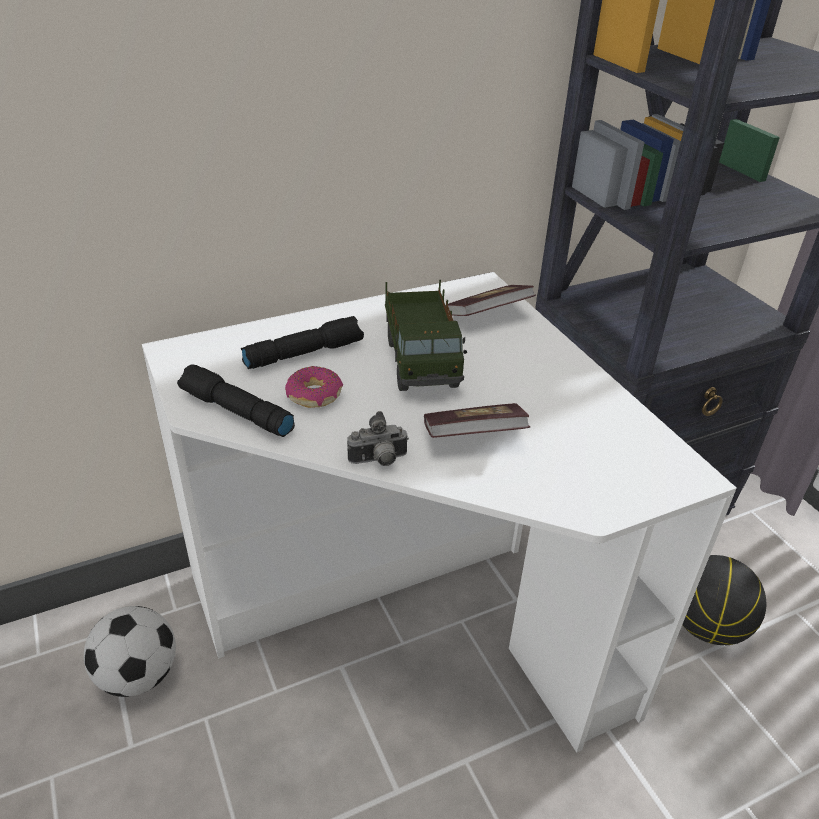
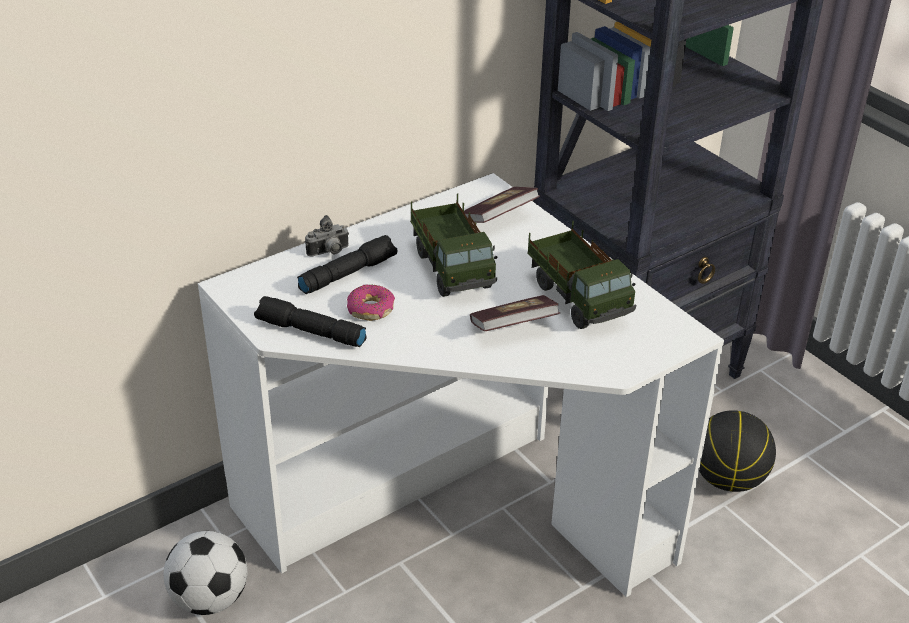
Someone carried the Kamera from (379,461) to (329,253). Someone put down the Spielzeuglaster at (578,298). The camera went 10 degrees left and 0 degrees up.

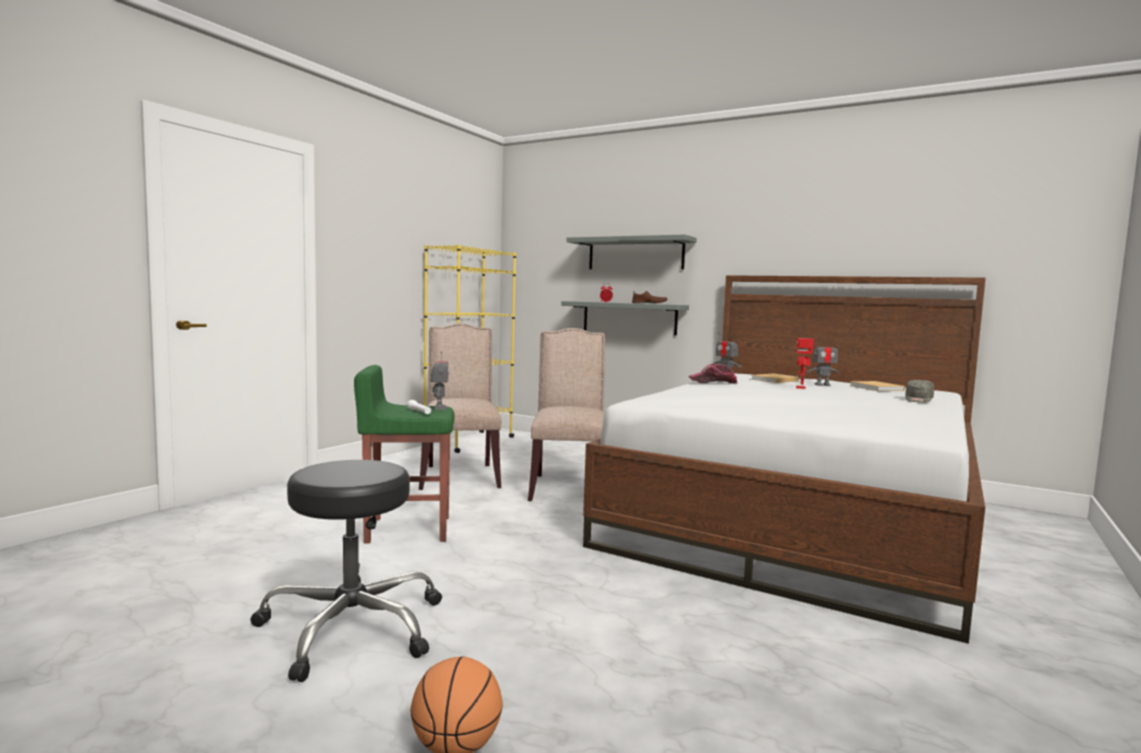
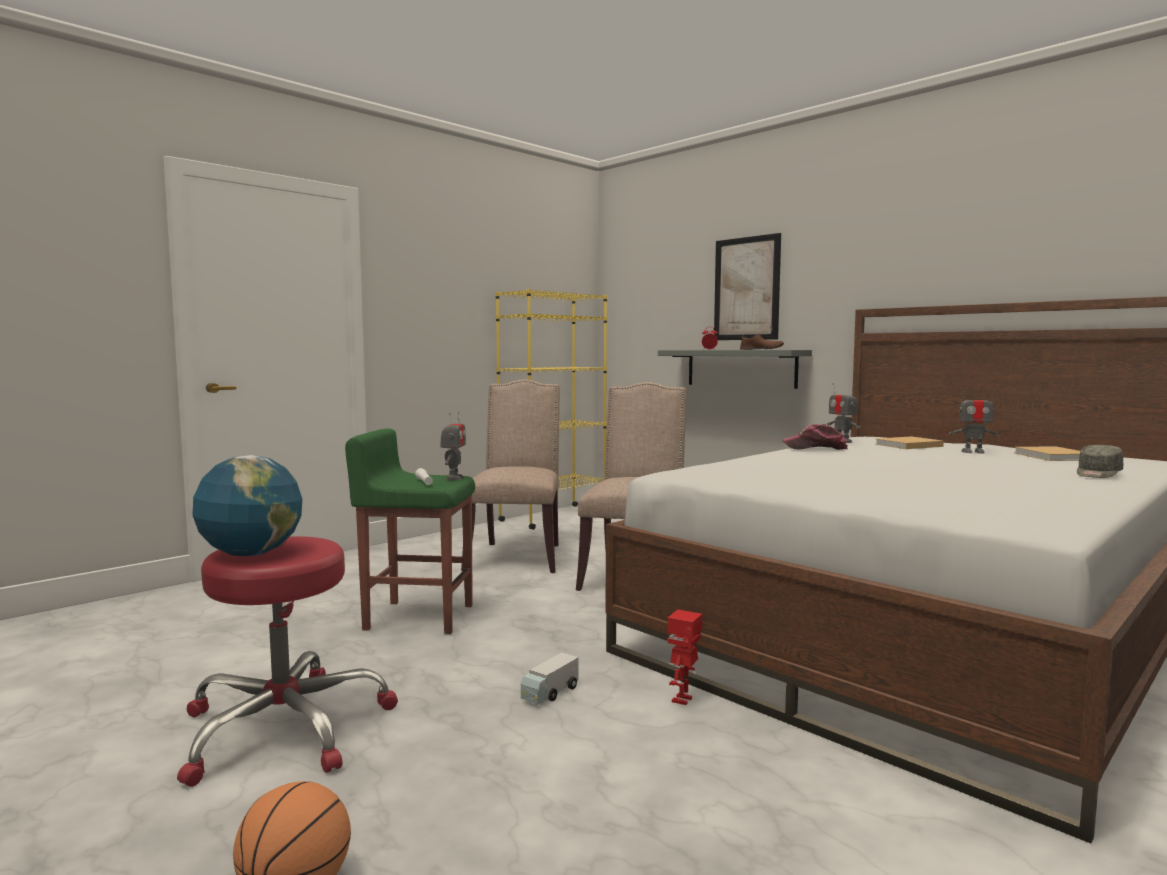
Someone repainted the Hocker [schwarz] at (353,627), which became the Hocker [rot] at (285,728). Someone swapped the Wandregal [grau] at (635,254) for the Bild at (746,289). Someone carried the Spielzeugroboter from (801,388) to (683,700). Someone put down the Globus at (251,554). Someone put down the Spielzeuglaster at (550,693). The camera went 15 degrees right and 0 degrees up.

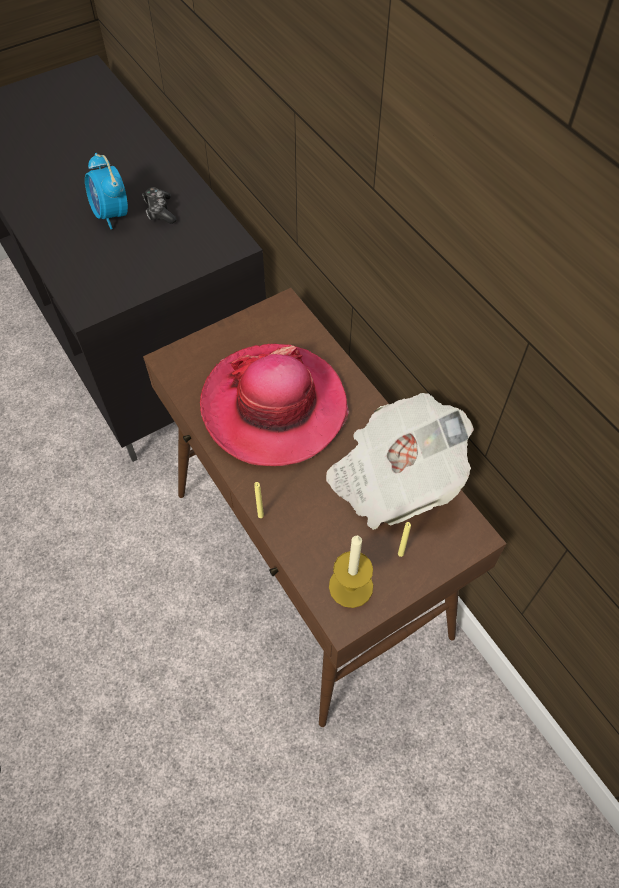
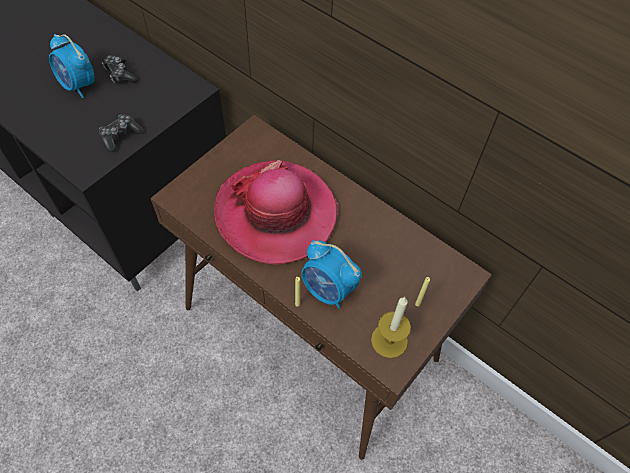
Someone took away the Zeitung at (393,478). Someone put down the Gamepad at (120,136). Someone put down the Wecker at (328,290). The camera went 20 degrees left and 0 degrees up.

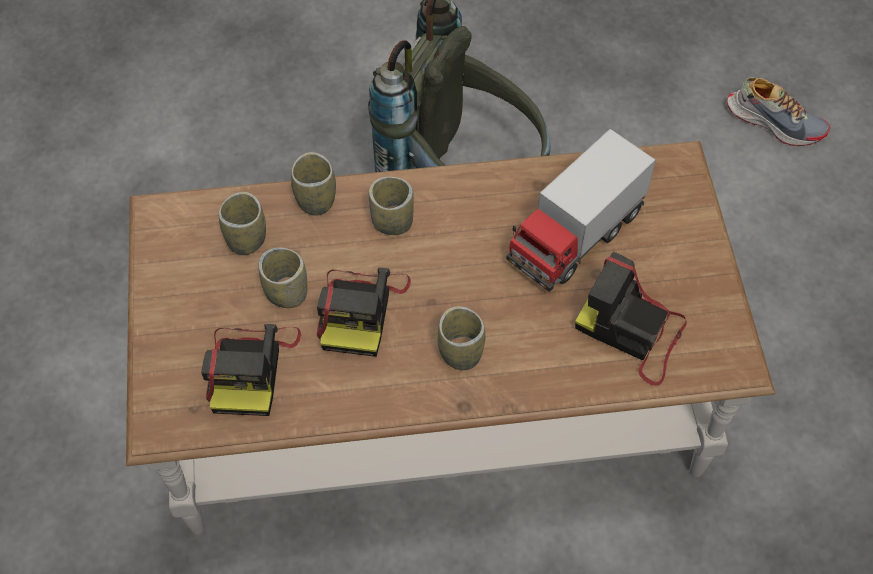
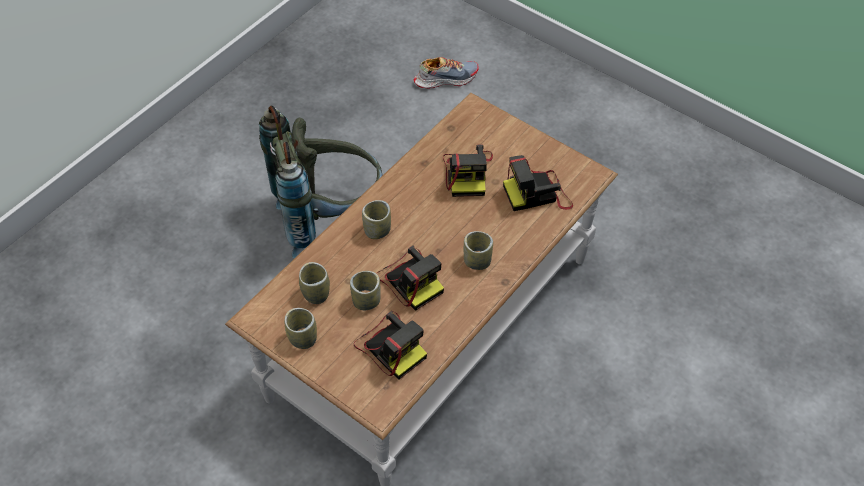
Someone carried the Tasse from (316,200) to (303,338). Someone swapped the Spielzeuglaster at (575,237) for the Kamera at (467,173). The camera went 45 degrees left and 5 degrees down.

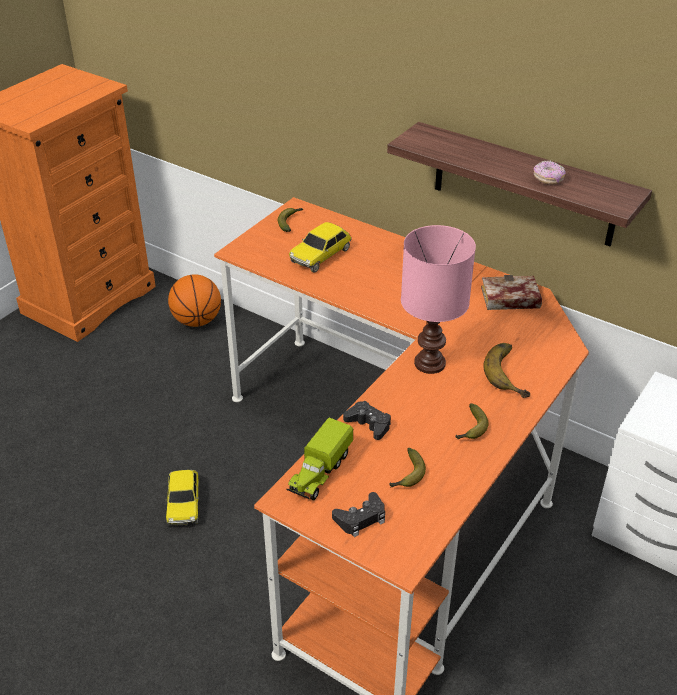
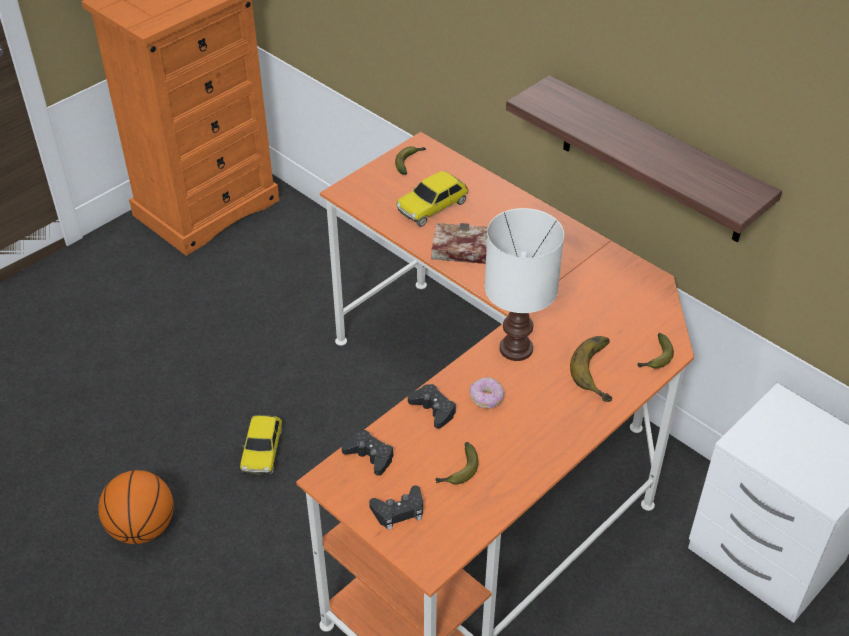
Someone carried the Basketball from (197,321) to (142,528). Someone swapped the Spielzeuglaster at (319,472) for the Gamepad [schwarz] at (370,456). Someone repainted the Tischlampe [rosa] at (431,363), which became the Tischlampe [weiß] at (517,348). Someone carried the Banane from (471,429) to (655,358). Someone carried the Buch from (508,299) to (459,250). Someone carried the Donut from (548,179) to (486,398). The camera went 10 degrees right and 5 degrees up.

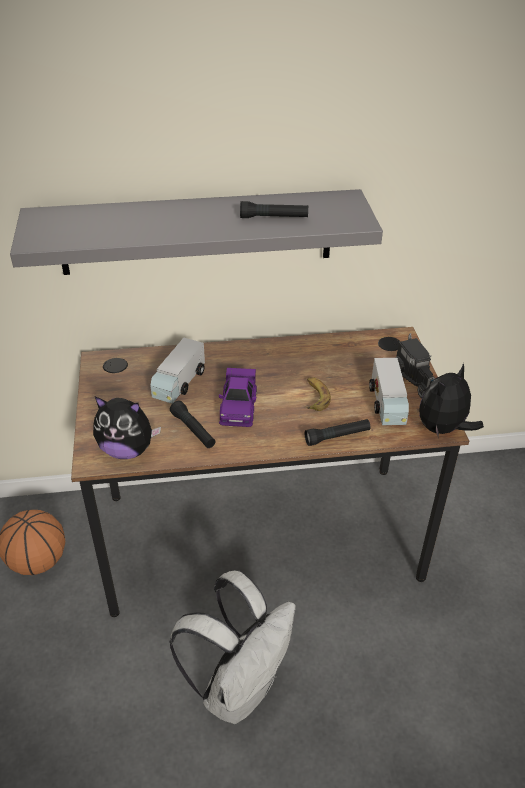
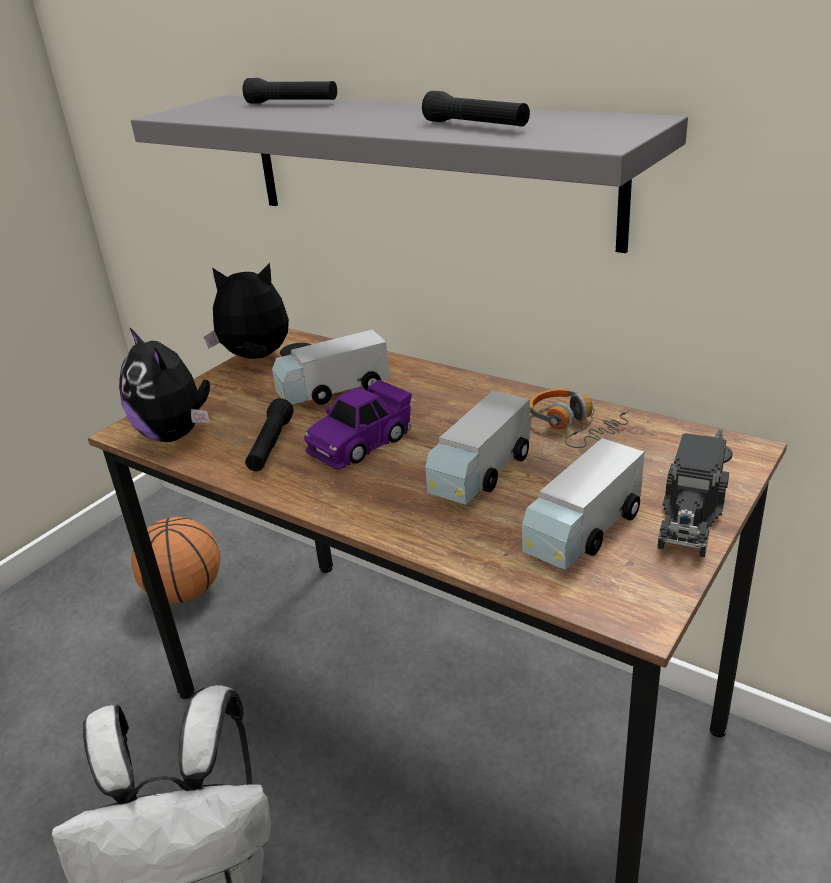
Someone carried the Taschenlampe [schwarz] from (337,437) to (292,103). Someone swapped the Banane at (315,397) for the Spielzeuglaster at (480,473). Someone carried the Plüschtier from (443,429) to (256,358). Someone put down the Kopfhörer at (573,427). The camera went 45 degrees right and 10 degrees down.

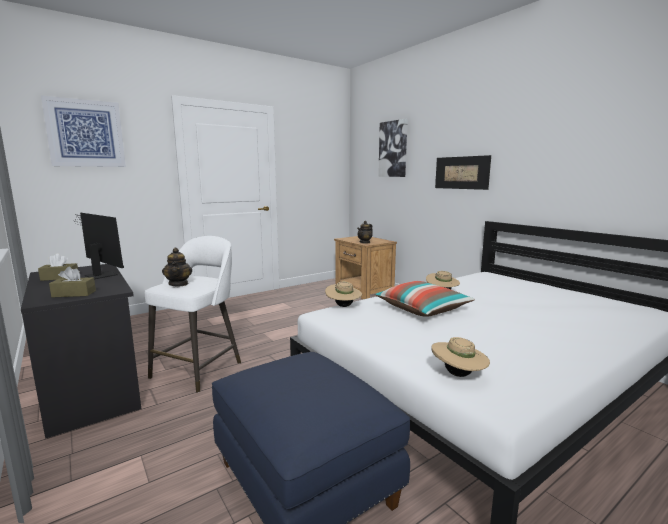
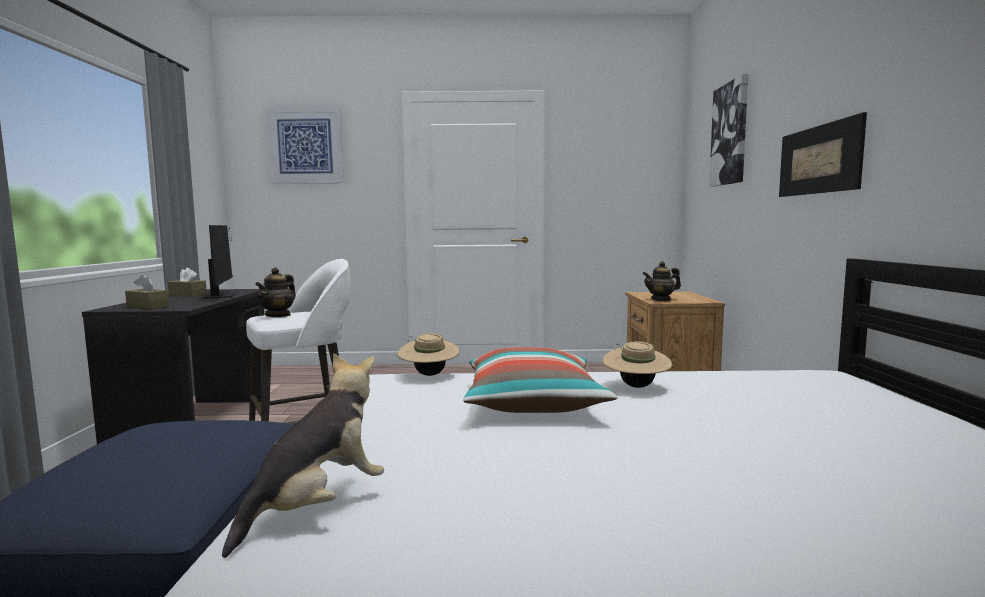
Someone swapped the Hut [beige] at (458,375) for the Plüschtier at (317,506). The camera went 35 degrees right and 5 degrees down.

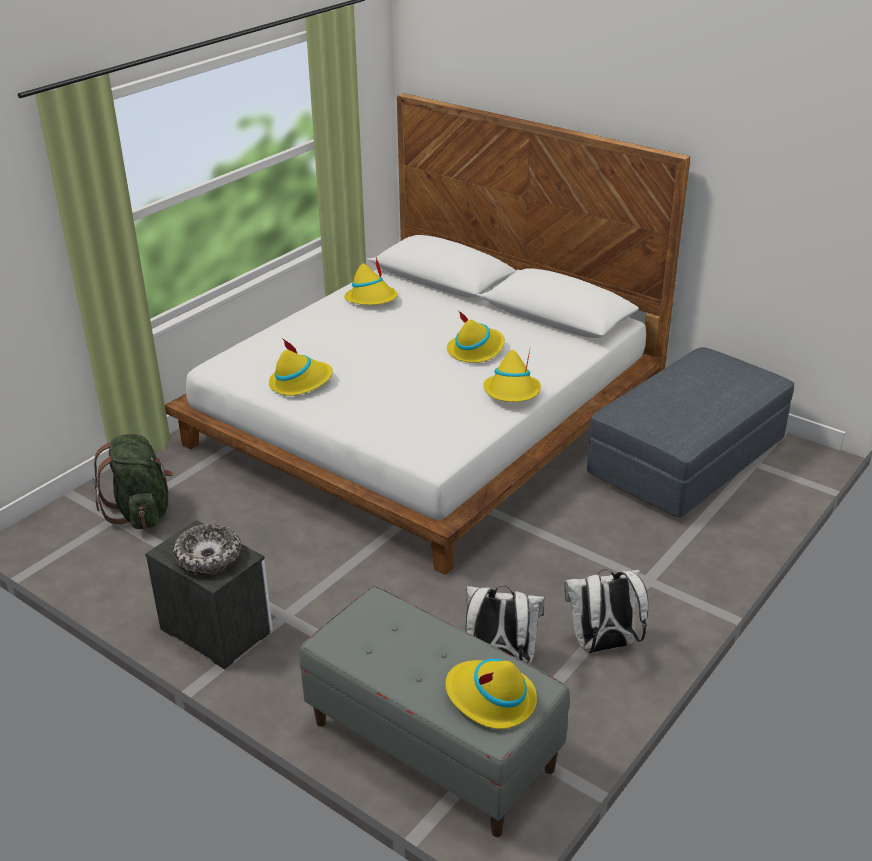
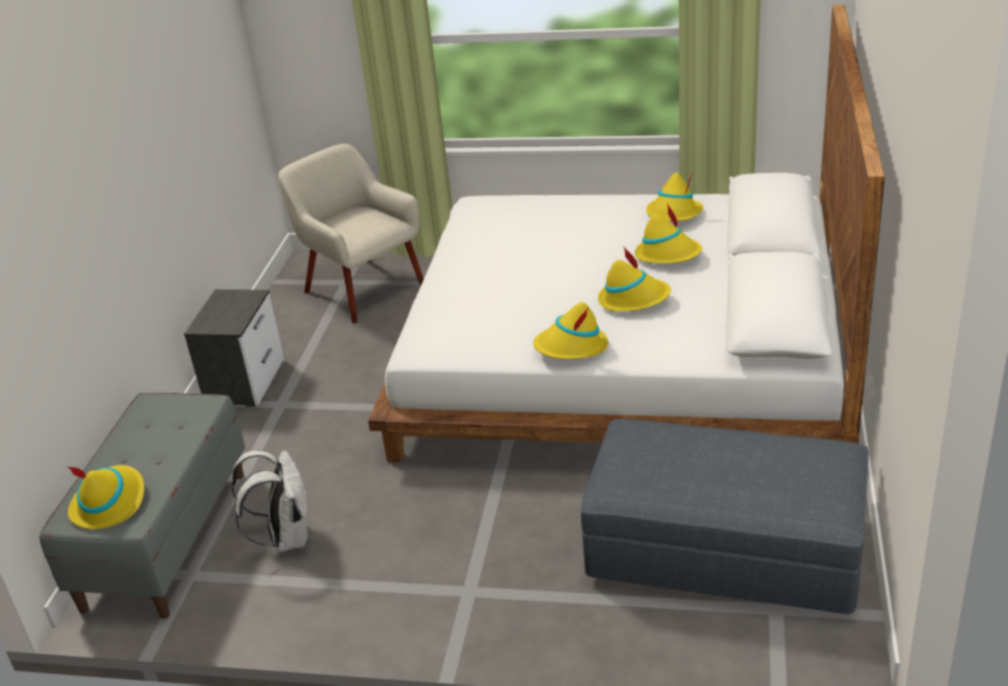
Someone swapped the Rucksack [grün] at (142,512) for the Sessel [beige] at (362,288). Someone took away the Schüssel at (208,558). Someone carried the Hut [gelb] from (300,382) to (668,255). Someone took away the Rucksack [weiß] at (602,645). The camera went 65 degrees right and 0 degrees up.

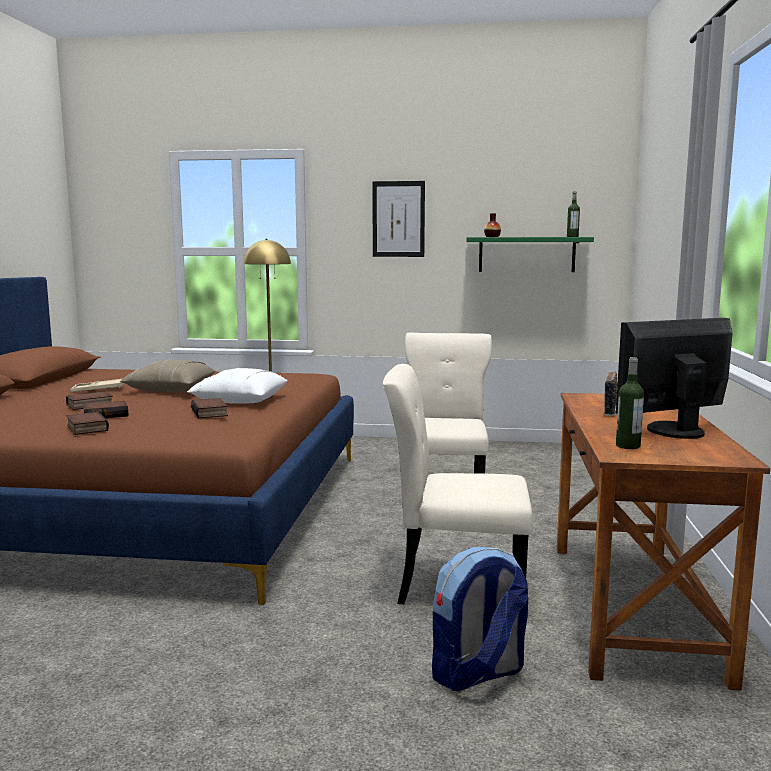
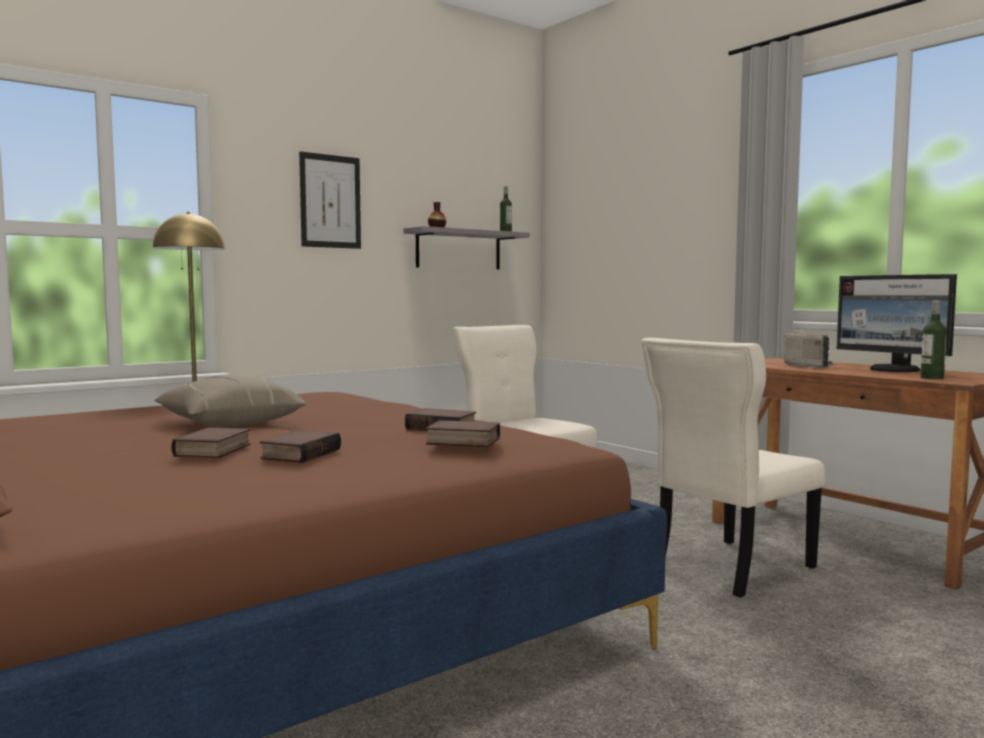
Someone carried the Buch from (85,428) to (461,441). Someone took away the Tablett [beige] at (98,389). Someone took away the Kissen [weiß] at (240,401). Someone took away the Rucksack at (477,674). Someone repainted the Wandregal [grün] at (526,254), which became the Wandregal [grau] at (458,250). Someone rotated the Monitor at (672,431) by 60 degrees counterclockwise. The camera went 45 degrees left and 5 degrees down.

